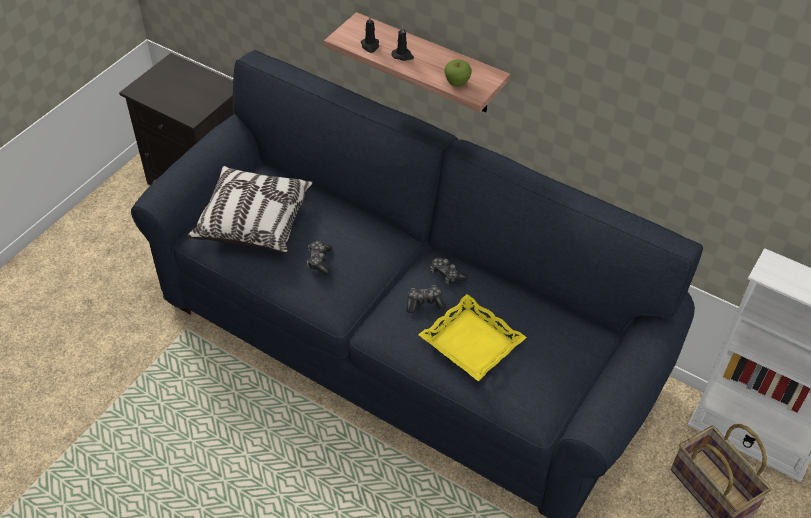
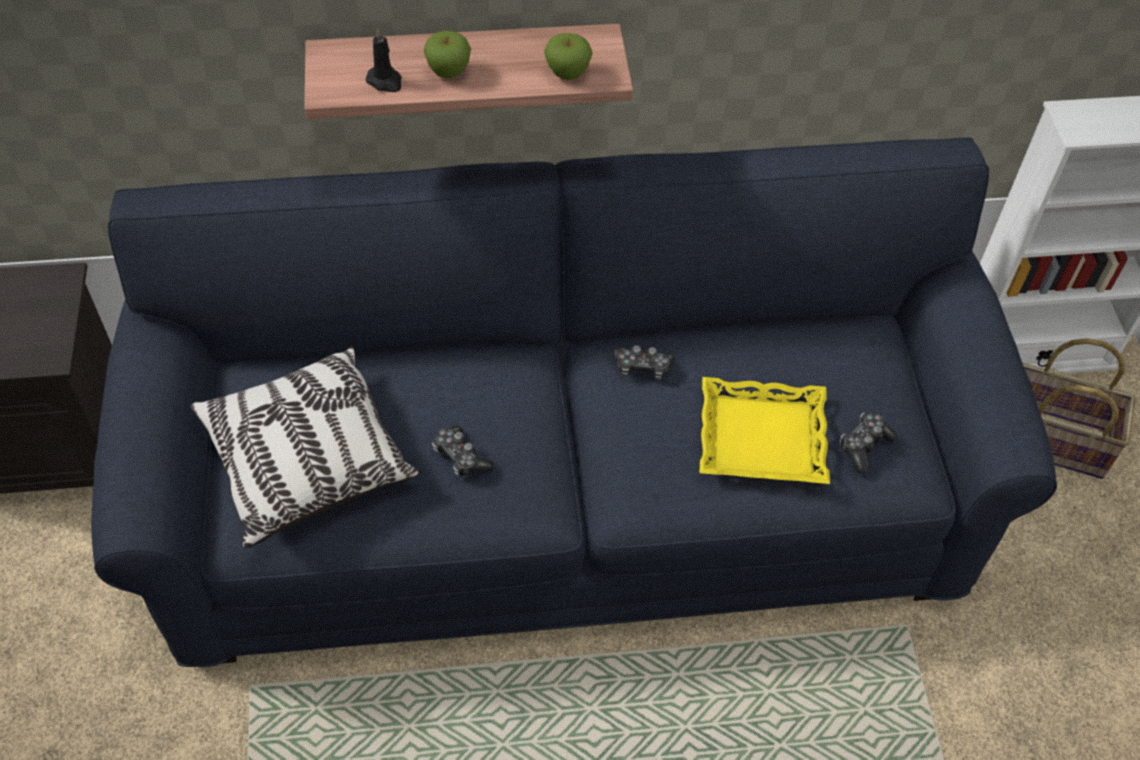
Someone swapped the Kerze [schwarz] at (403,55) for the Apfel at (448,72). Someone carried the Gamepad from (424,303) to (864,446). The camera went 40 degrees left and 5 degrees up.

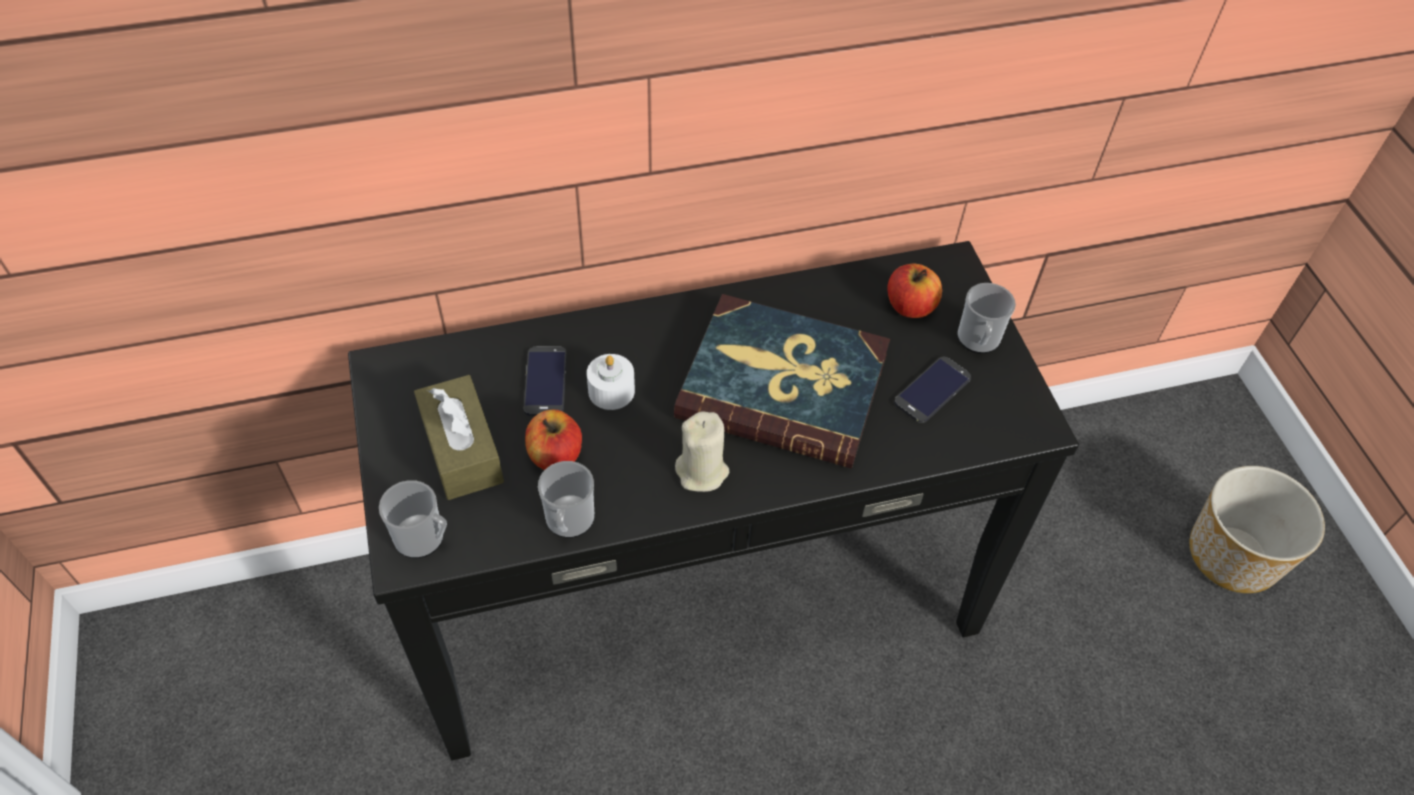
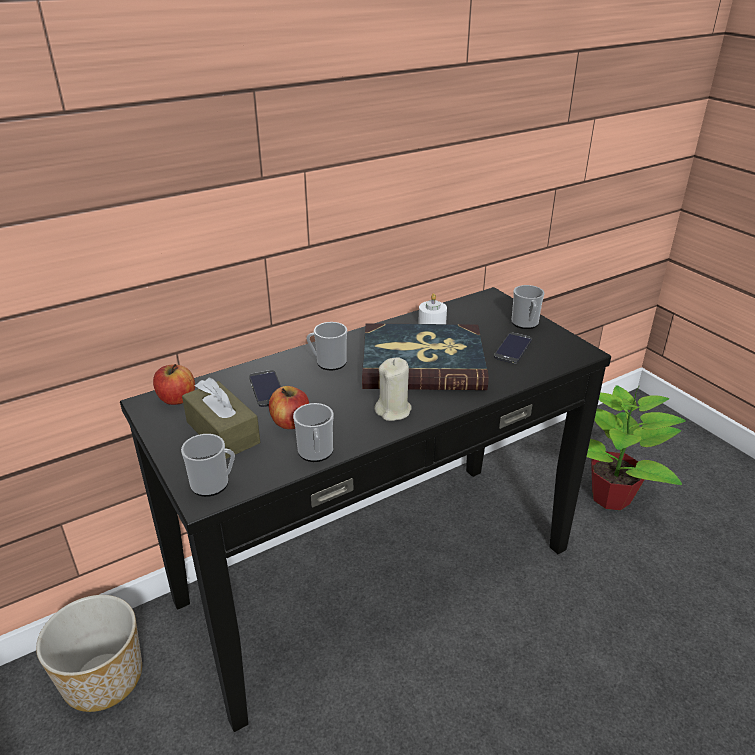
Someone carried the Kerze [weiß] from (611,391) to (432,323). Someone carried the Apfel from (910,306) to (176,399). Someone carried the Pflanzkübel from (1231,554) to (102,677). Someone put down the Henkelbecher at (328,363). Someone put down the Topfpflanze at (612,497). The camera went 15 degrees left and 20 degrees down.

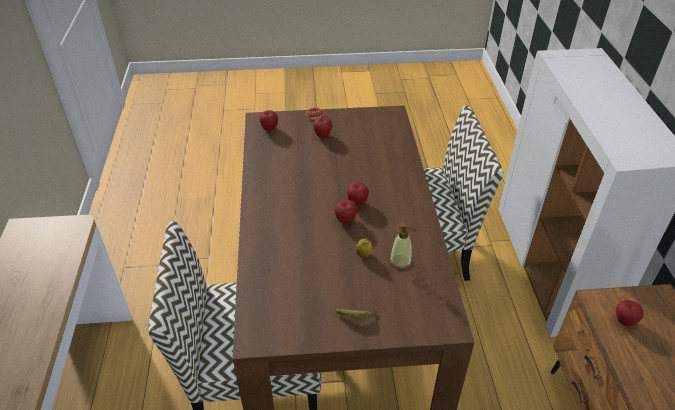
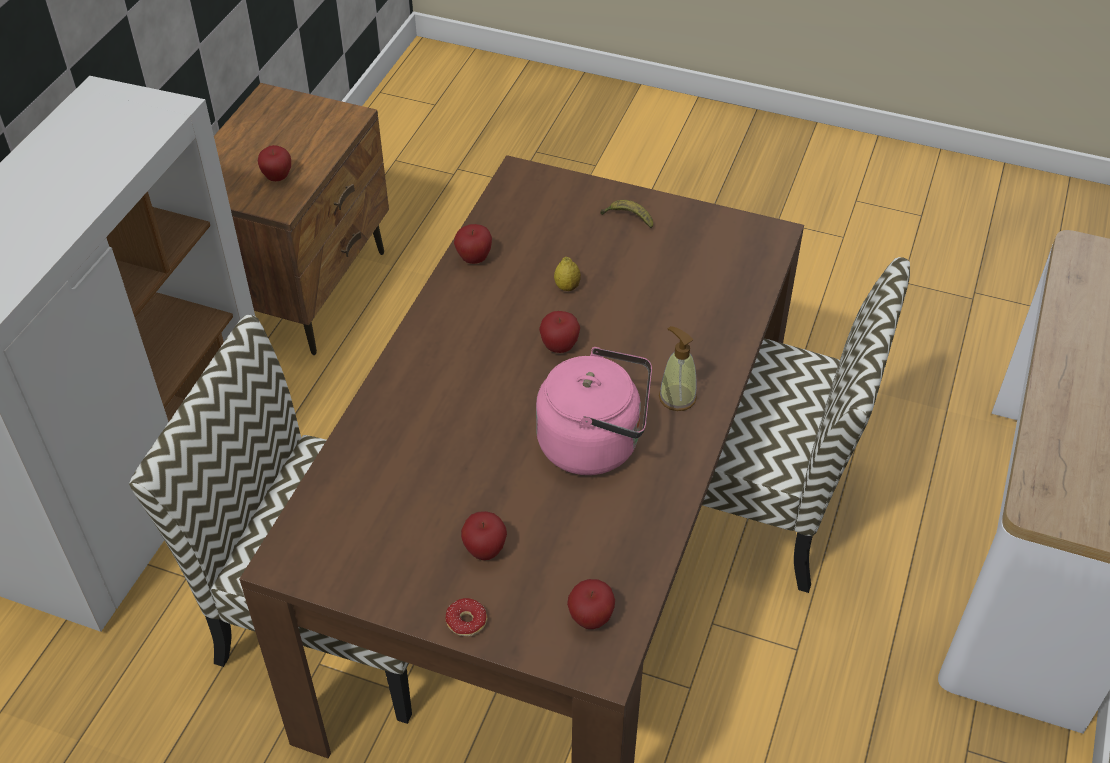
Someone carried the Apfel from (357,203) to (474,259). Someone carried the Seifenspender from (400,261) to (677,397). Someone put down the Wasserkessel [rosa] at (595,443). The camera went 155 degrees left and 5 degrees up.

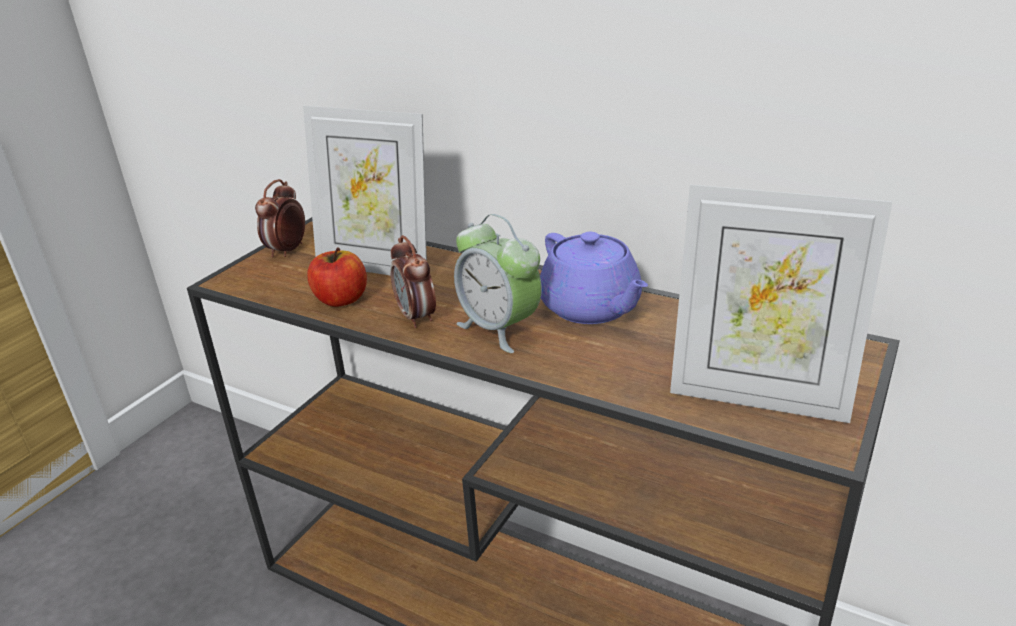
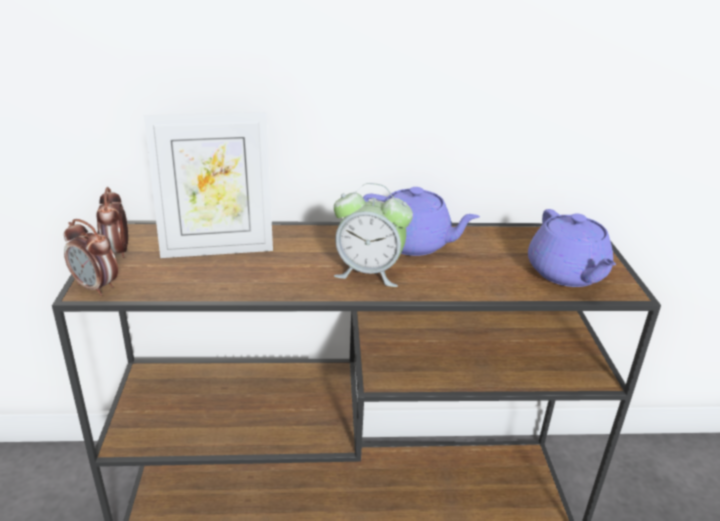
Someone took away the Apfel at (341,299). Someone carried the Wecker from (417,317) to (96,287). Someone swapped the Bilderrahmen at (758,397) for the Teekanne [lila] at (567,274). The camera went 35 degrees left and 0 degrees up.

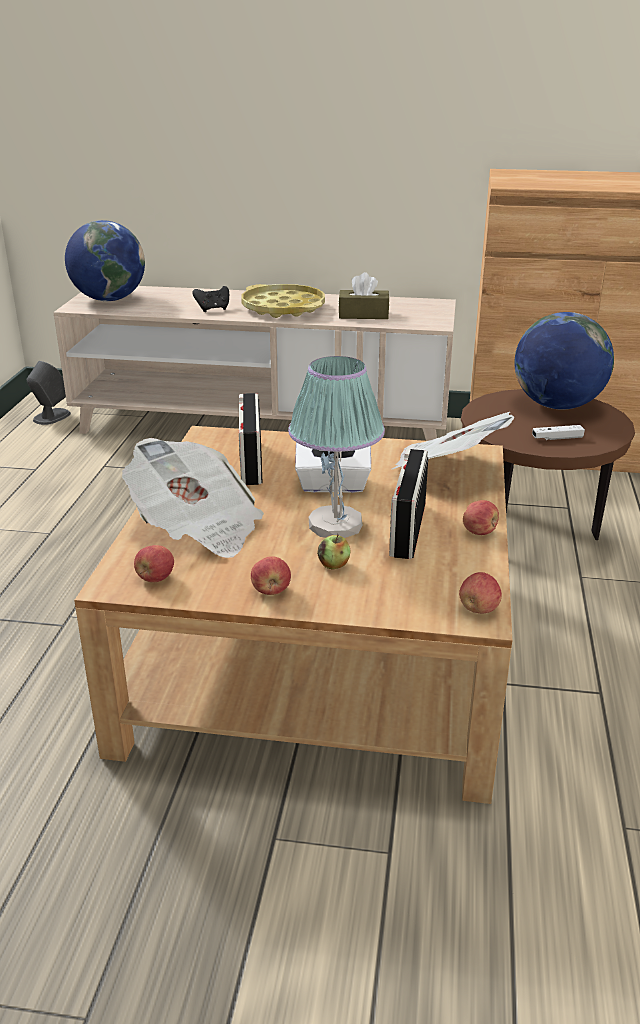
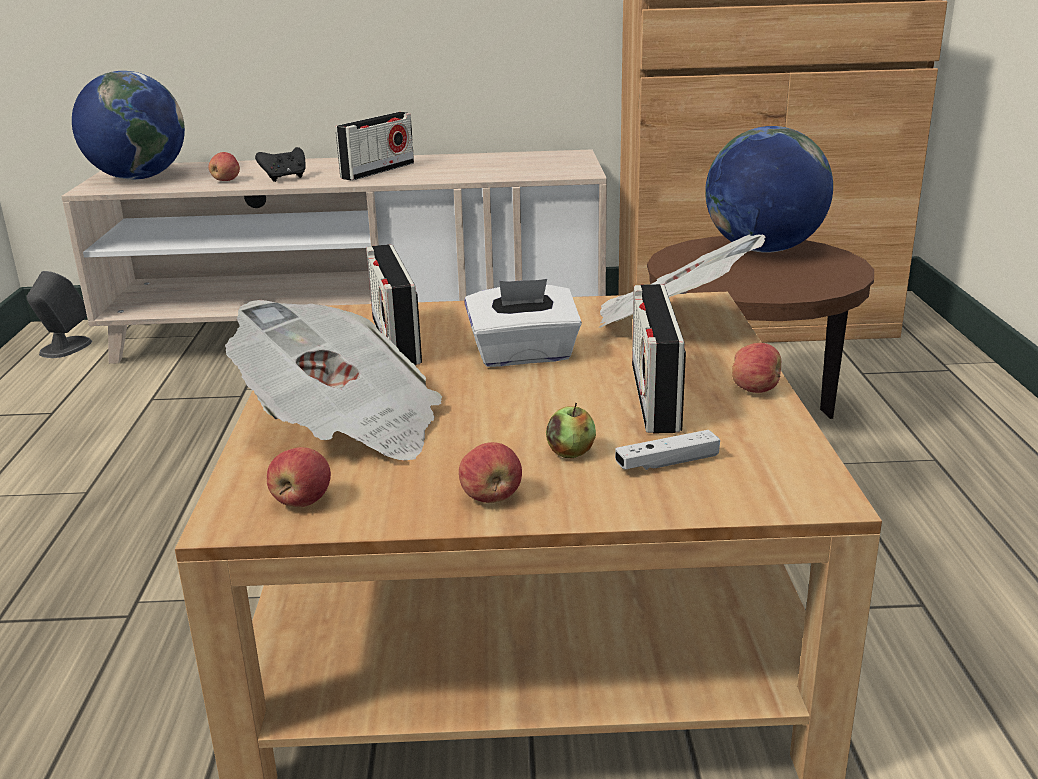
Someone swapped the Tablett [gelb] at (283,308) for the Radio at (378,171). Someone took away the Tischlampe at (336,525). Someone took away the Taschentuchbox [braun] at (363,315). Someone carried the Apfel from (479,609) to (226,180). Someone carried the Gamepad [weiß] from (557,438) to (667,463). The camera went 10 degrees left and 5 degrees down.

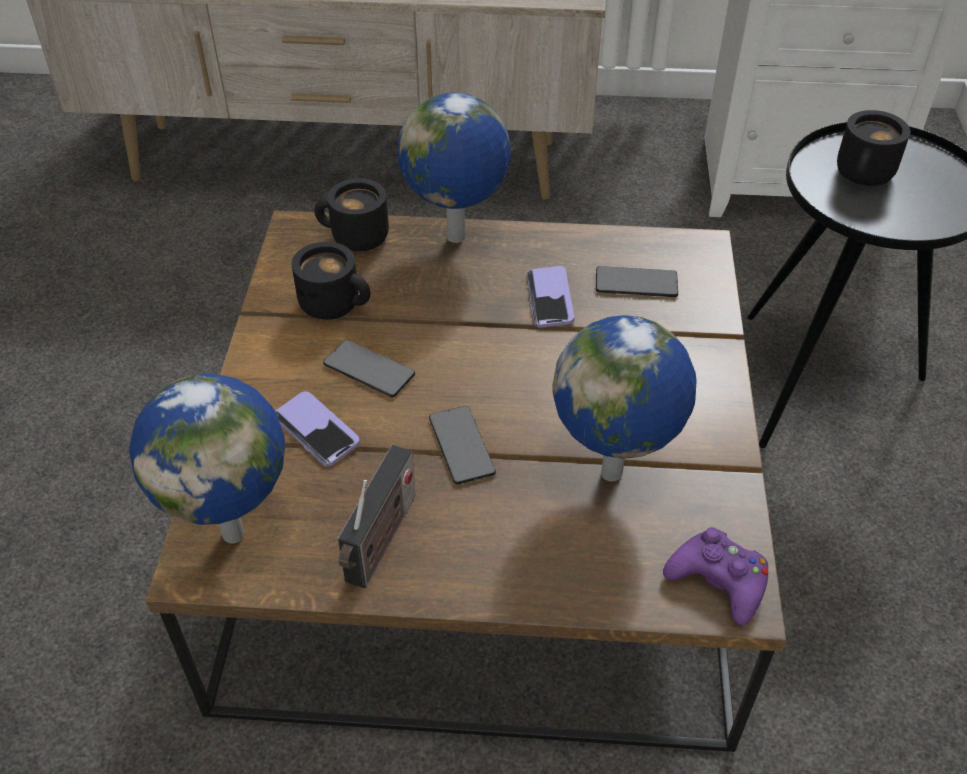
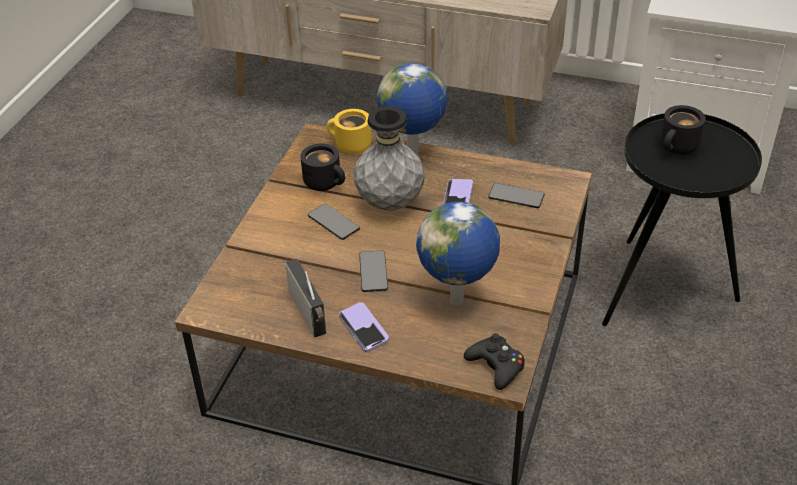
Someone took away the Globus at (235,531). Someone carried the Handy from (316,430) to (363,328). Someone repainted the Henkelbecher [schwarz] at (355,239), which became the Henkelbecher [gelb] at (349,146). Someone rotated the Radio at (380,542) by 60 degrees counterclockwise. Someone repainted the Gamepad [lila] at (718,581), which became the Gamepad [schwarz] at (496,366). Someone put down the Vase [grau] at (390,204). The camera went 15 degrees right and 5 degrees down.

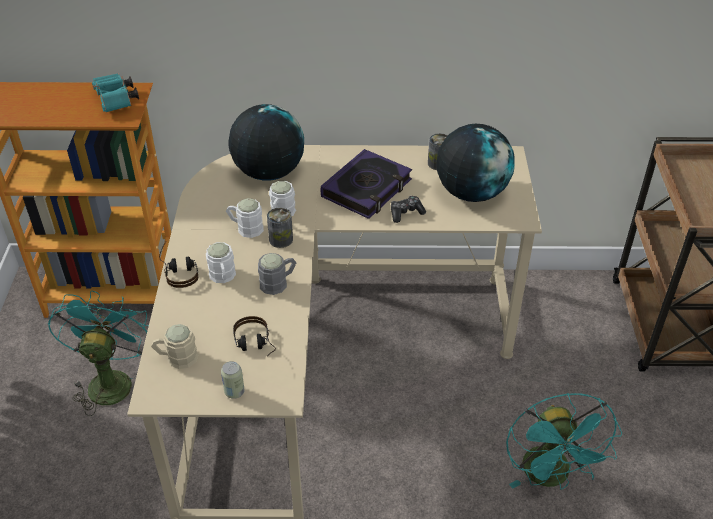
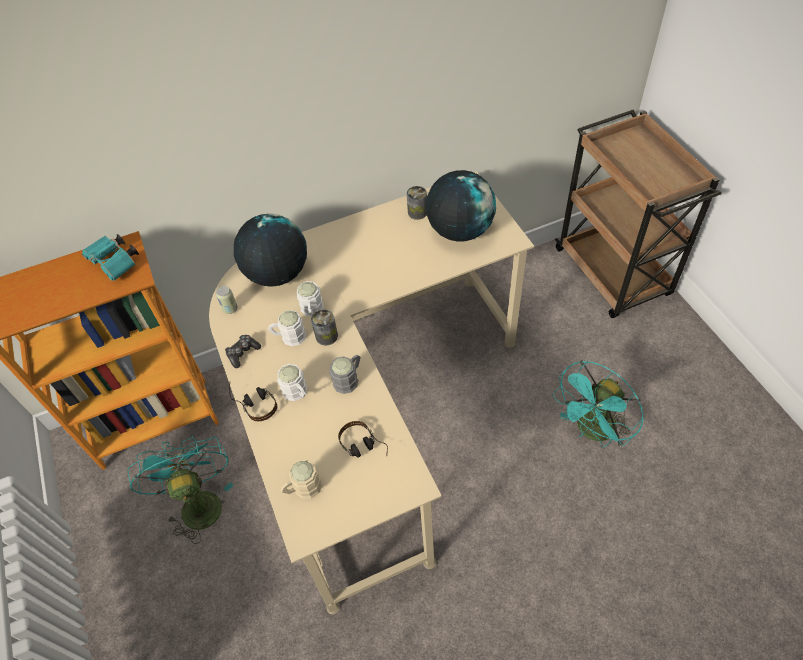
Someone carried the Dose from (234,392) to (230,309). Someone took away the Buch at (367,189). Someone carried the Gamepad from (406,213) to (243,353). Someone rotated the Ventilator [türkis] at (551,477) by 75 degrees clockwise. The camera went 20 degrees left and 10 degrees up.

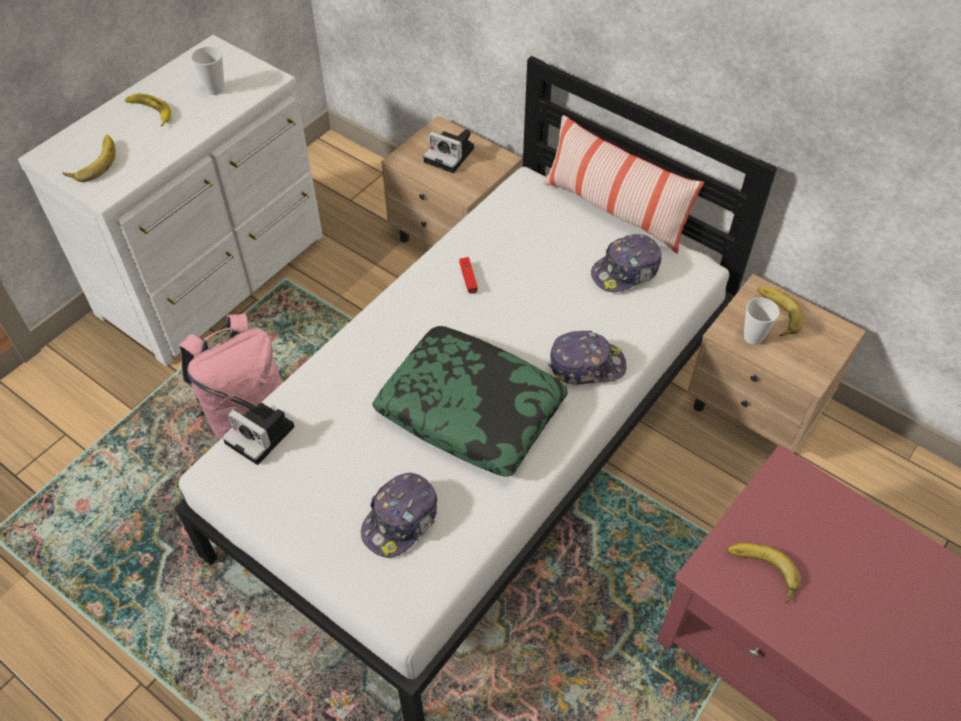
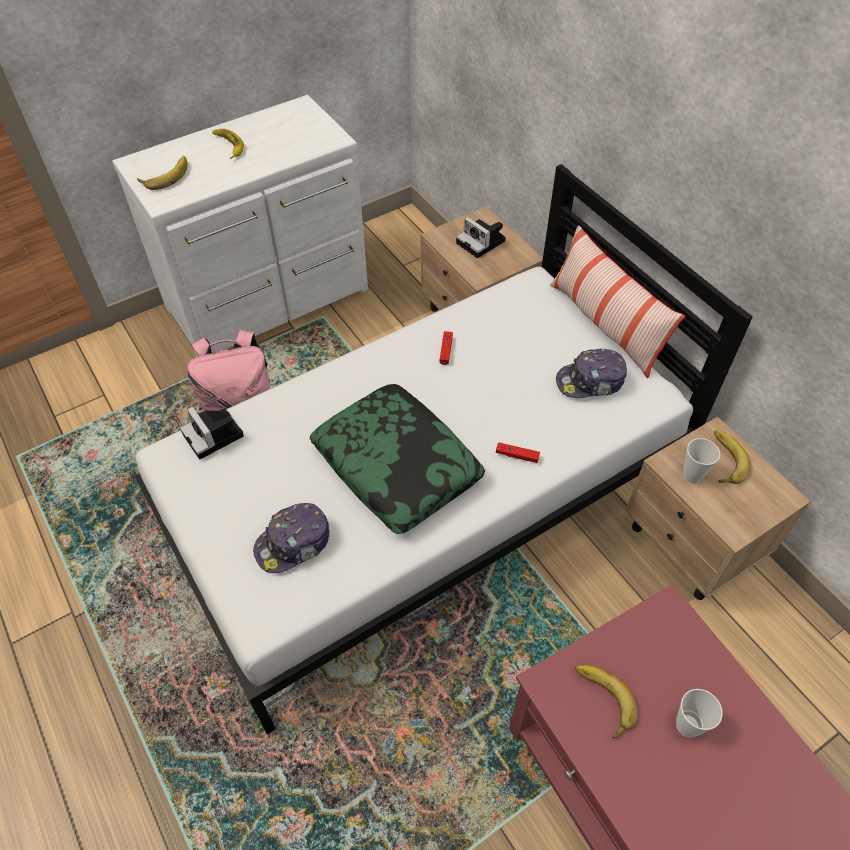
Someone carried the Tasse from (215,89) to (687,726). Someone swapped the Kappe at (586,365) for the Gamepad [rot] at (517,456). The camera went 20 degrees right and 0 degrees up.

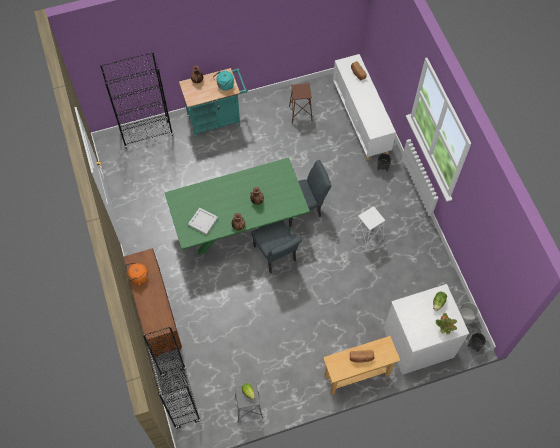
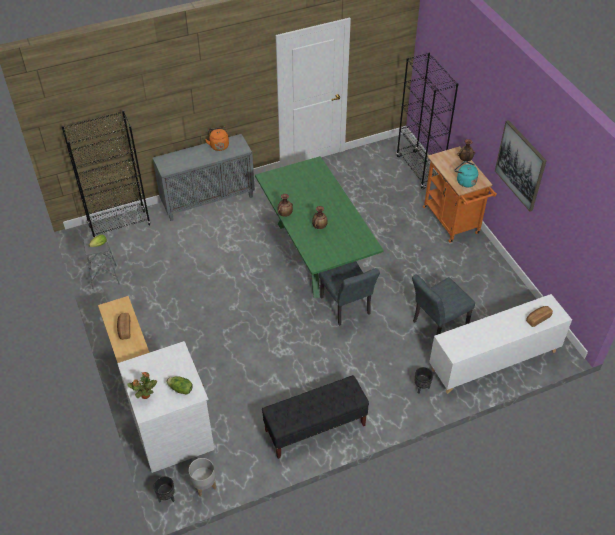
Someone repainted the Schrank [braun] at (156,314), which became the Schrank [grau] at (208,200). Someone repainted the Rollwagen [türkis] at (217,120), which became the Rollwagen [orange] at (453,223). Someone took away the Tablett [weiß] at (203,221). Someone carried the Stuhl [grau] from (276,256) to (436,326). Someone took away the Hocker [braun] at (300,114). Someone took away the Hocker [weiß] at (367,236). Someone put down the Bank [schwarz] at (315,428). Someone put up the Bild at (520,165). The camera went 85 degrees right and 15 degrees down.

